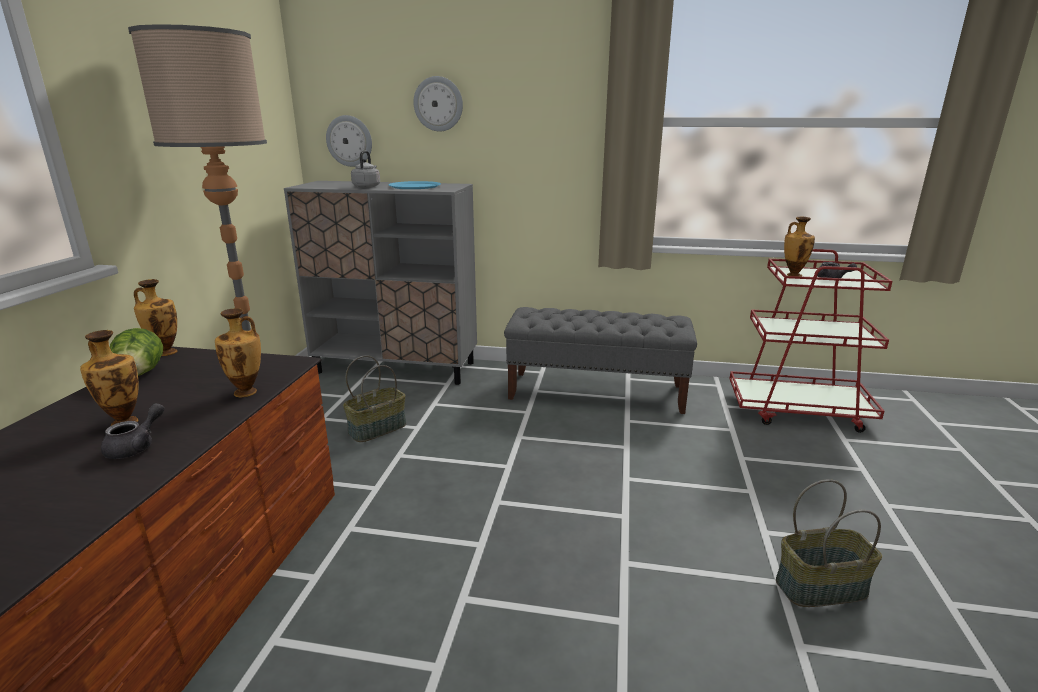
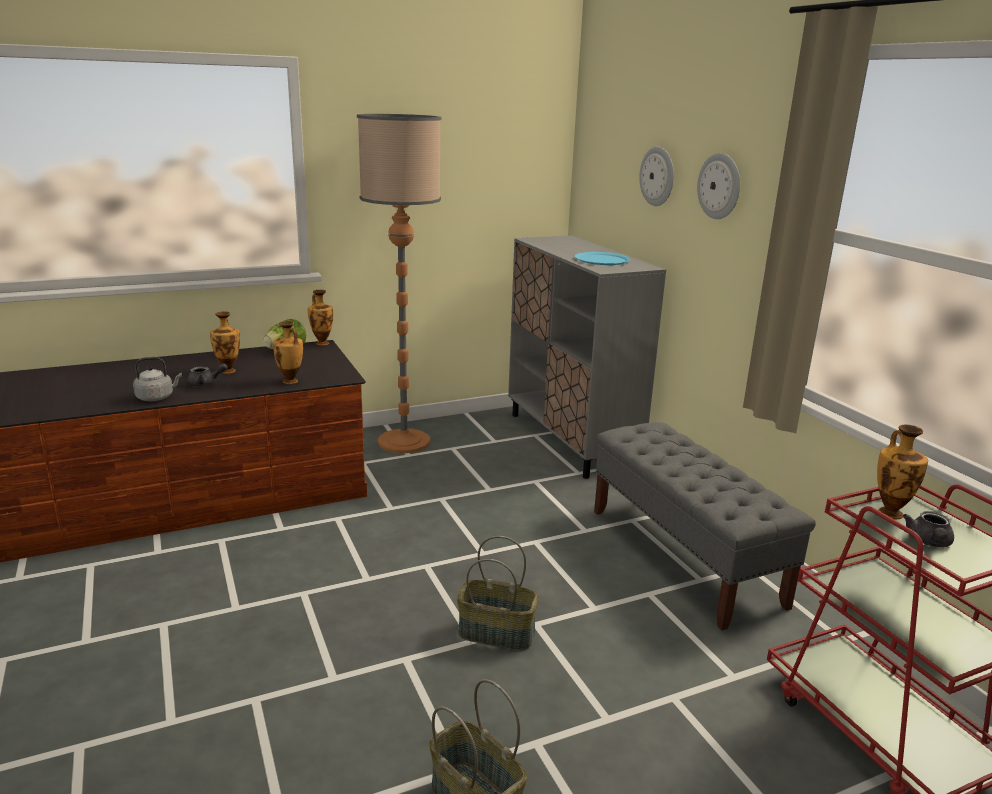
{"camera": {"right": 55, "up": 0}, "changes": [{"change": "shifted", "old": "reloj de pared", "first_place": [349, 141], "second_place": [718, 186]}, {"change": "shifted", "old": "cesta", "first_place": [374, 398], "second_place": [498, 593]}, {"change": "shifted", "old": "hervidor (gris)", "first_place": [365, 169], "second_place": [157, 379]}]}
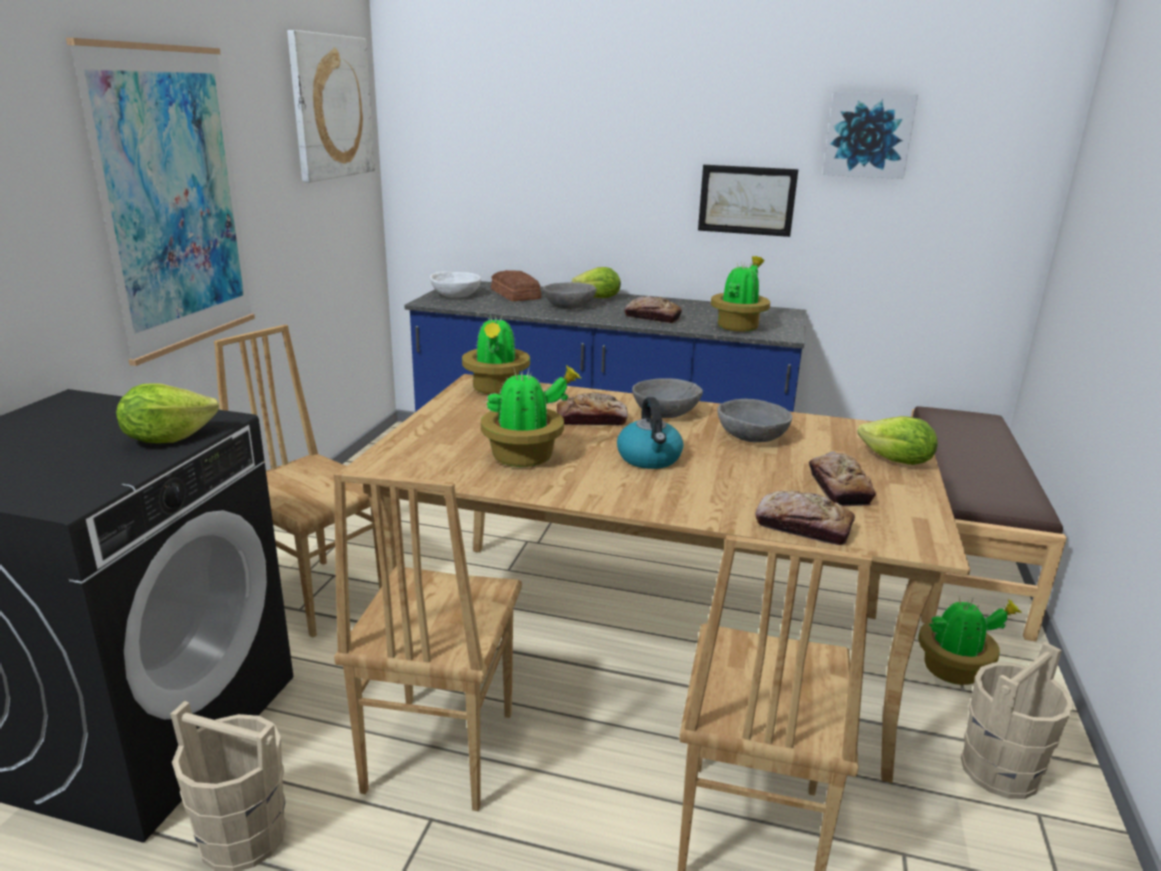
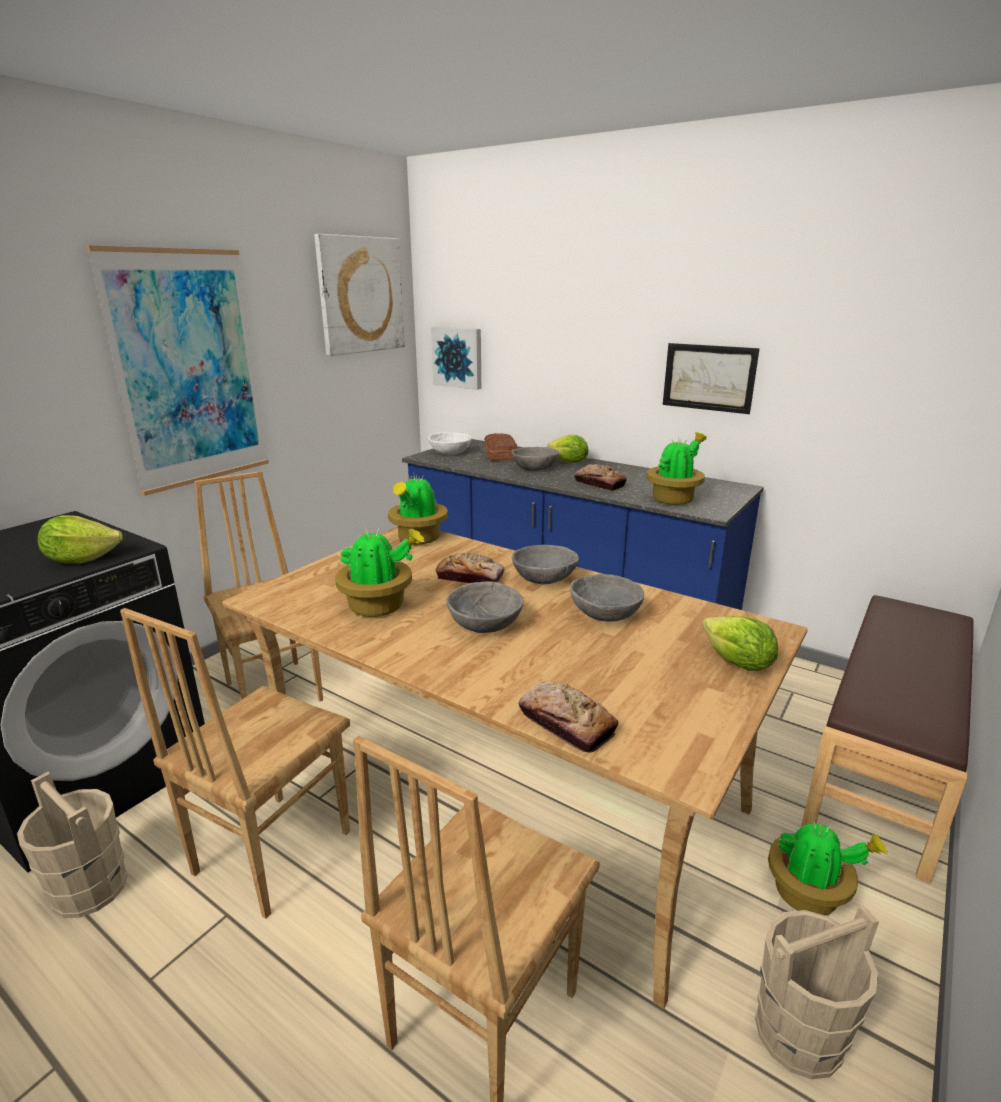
{"camera": {"right": 20, "up": 0}, "changes": [{"change": "gone", "old": "pan", "first_place": [842, 478]}, {"change": "shifted", "old": "cuadro", "first_place": [870, 135], "second_place": [456, 358]}, {"change": "swapped", "old": "hervidor", "new": "cuenco (gris)", "first_place": [650, 433], "second_place": [484, 607]}]}
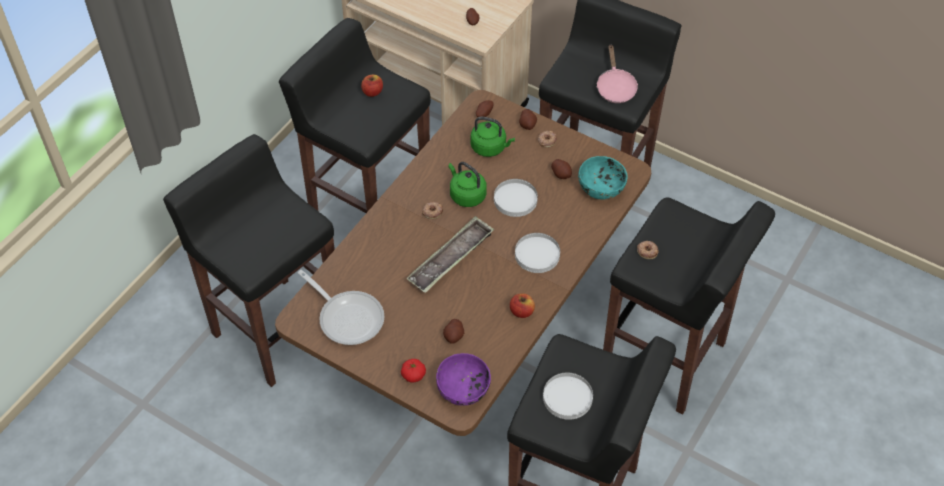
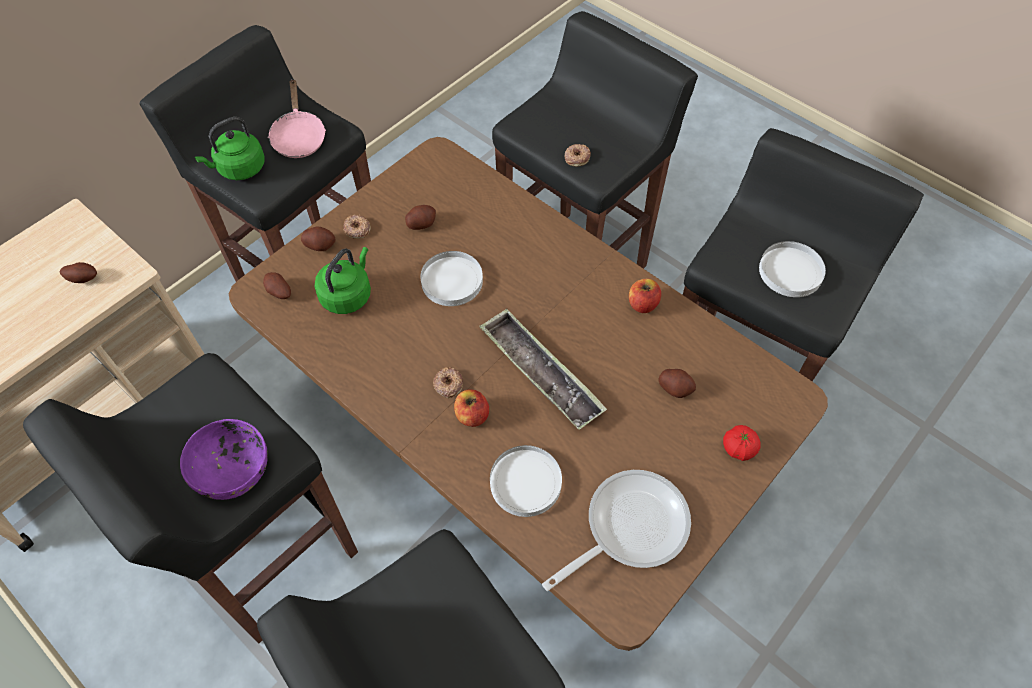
{"camera": {"right": -80, "up": 5}, "changes": [{"change": "gone", "old": "cuenco (turquesa)", "first_place": [603, 178]}, {"change": "shifted", "old": "manzana", "first_place": [372, 85], "second_place": [471, 408]}, {"change": "shifted", "old": "cuenco (morado)", "first_place": [463, 379], "second_place": [224, 459]}, {"change": "shifted", "old": "hervidor (verde)", "first_place": [467, 184], "second_place": [230, 148]}, {"change": "shifted", "old": "plato (blanco)", "first_place": [537, 253], "second_place": [526, 481]}, {"change": "rotated", "old": "sartén (rosa)", "first_place": [617, 73], "second_place": [297, 119], "degrees": 75}]}
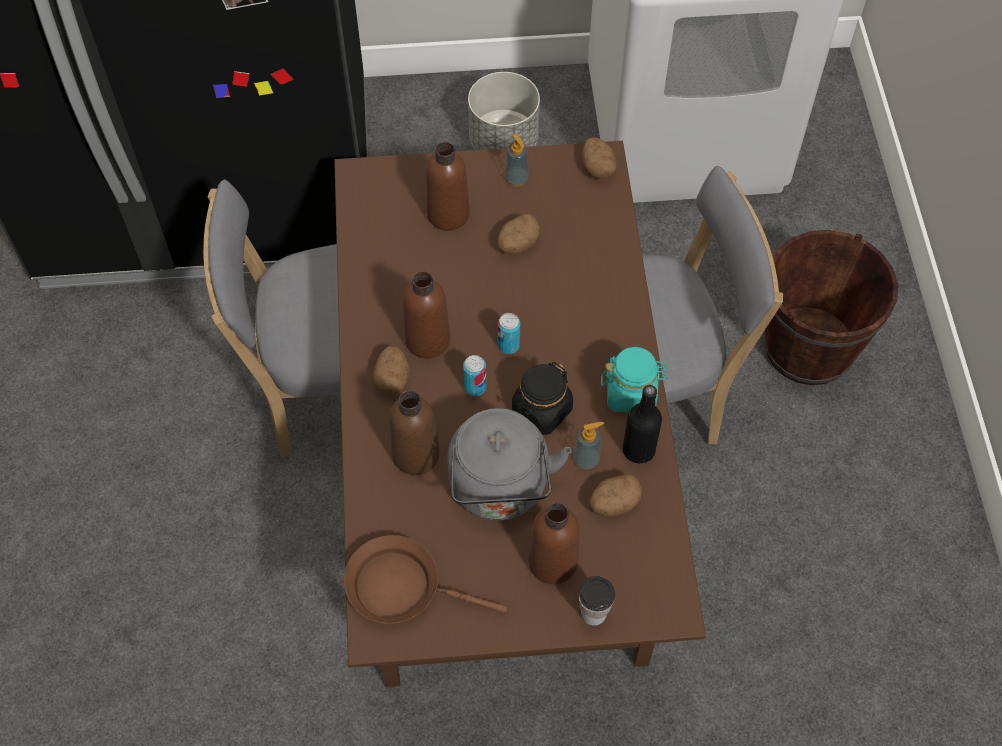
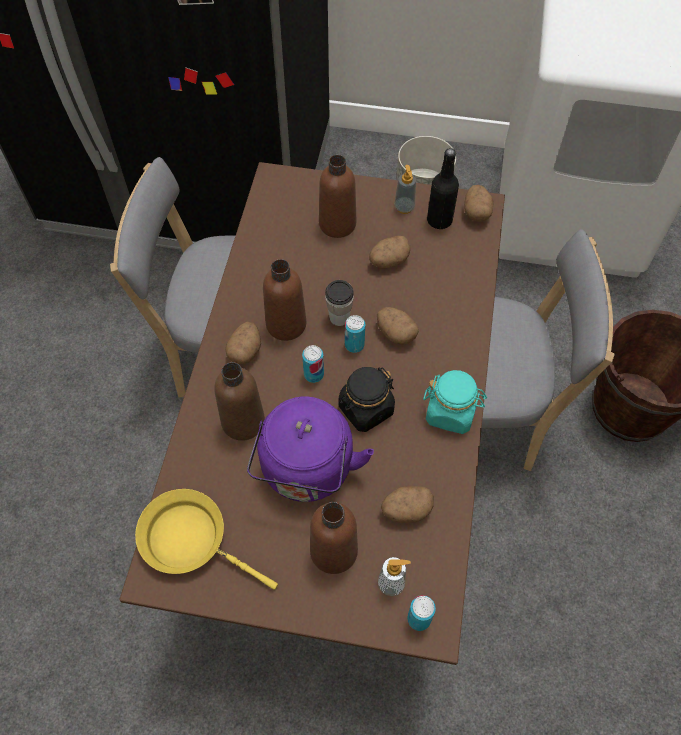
{"camera": {"right": 15, "up": 0}, "changes": [{"change": "new", "new": "patata", "second_place": [398, 326]}, {"change": "new", "new": "lata", "second_place": [421, 613]}, {"change": "shifted", "old": "dispensador de jabón", "first_place": [588, 446], "second_place": [394, 576]}, {"change": "shifted", "old": "taza", "first_place": [597, 601], "second_place": [339, 303]}, {"change": "shifted", "old": "botella (negro)", "first_place": [642, 424], "second_place": [443, 188]}, {"change": "repainted", "old": "sartén (marrón)", "new": "sartén (amarillo)", "first_place": [426, 579], "second_place": [206, 539]}, {"change": "repainted", "old": "hervidor (gris)", "new": "hervidor (morado)", "first_place": [509, 464], "second_place": [310, 449]}]}
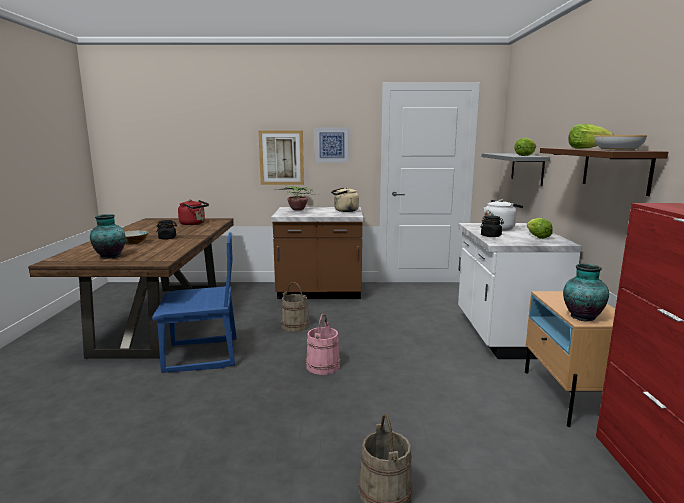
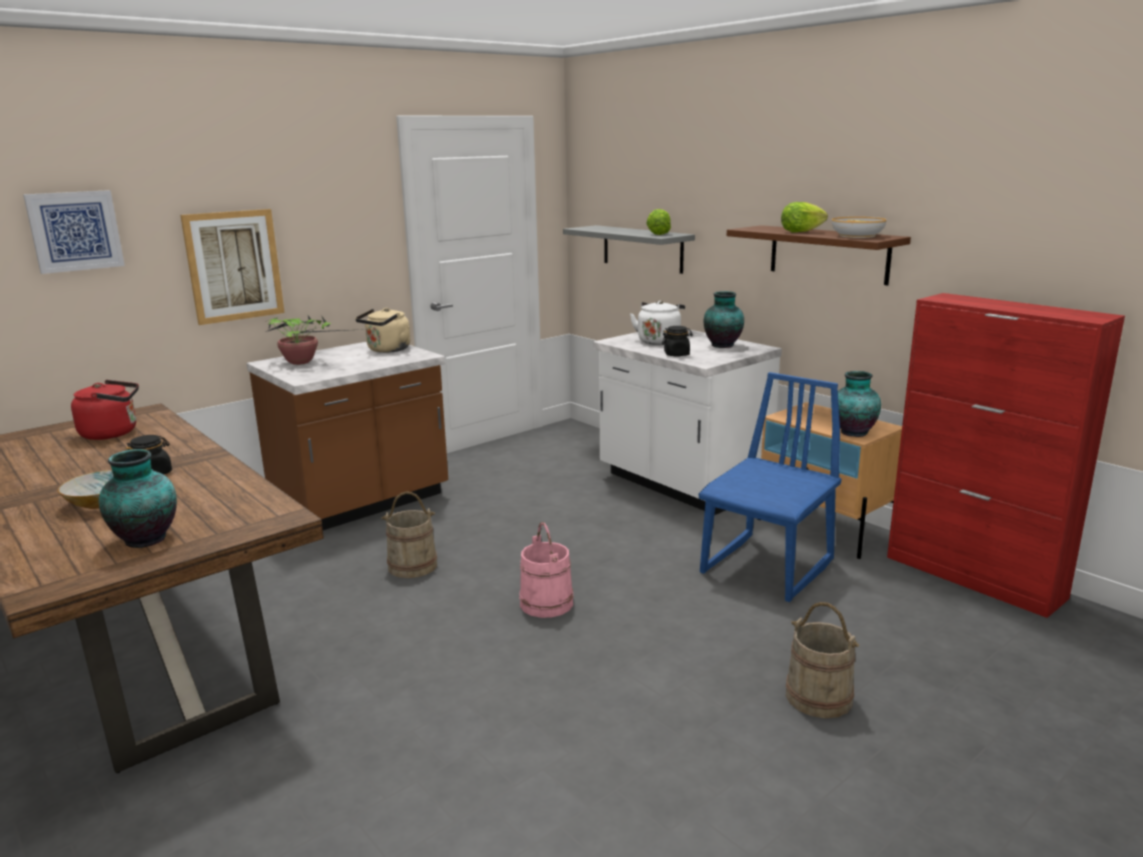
{"camera": {"right": -40, "up": 5}, "changes": [{"change": "shifted", "old": "silla (azul)", "first_place": [194, 302], "second_place": [770, 487]}, {"change": "shifted", "old": "cuadro", "first_place": [332, 144], "second_place": [74, 232]}, {"change": "swapped", "old": "lechuga", "new": "florero", "first_place": [540, 228], "second_place": [724, 319]}]}
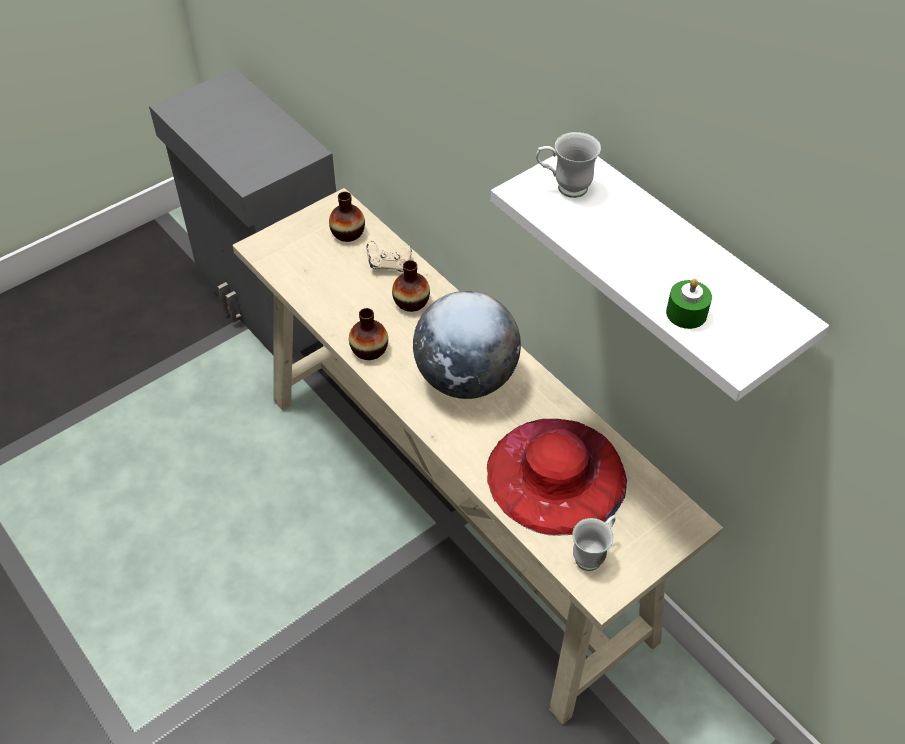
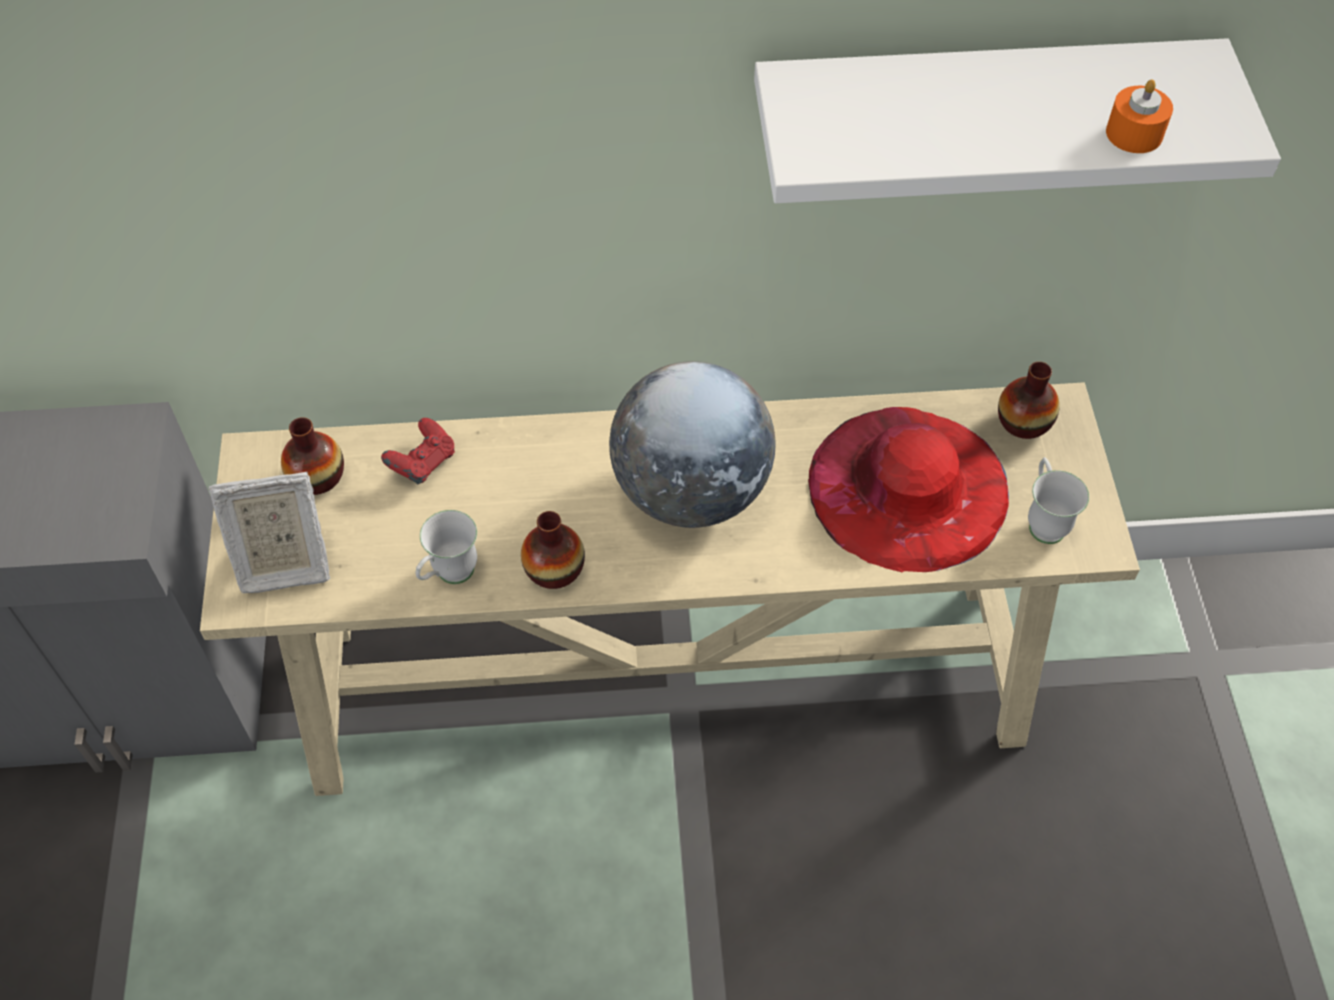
{"camera": {"right": -55, "up": 5}, "changes": [{"change": "new", "new": "portarretratos", "second_place": [269, 532]}, {"change": "shifted", "old": "florero", "first_place": [411, 286], "second_place": [1029, 400]}, {"change": "shifted", "old": "taza grande (blanco)", "first_place": [568, 165], "second_place": [446, 547]}, {"change": "repainted", "old": "mando de consola (beis)", "new": "mando de consola (rojo)", "first_place": [389, 256], "second_place": [418, 451]}, {"change": "repainted", "old": "vela (verde)", "new": "vela (naranja)", "first_place": [689, 304], "second_place": [1139, 116]}]}
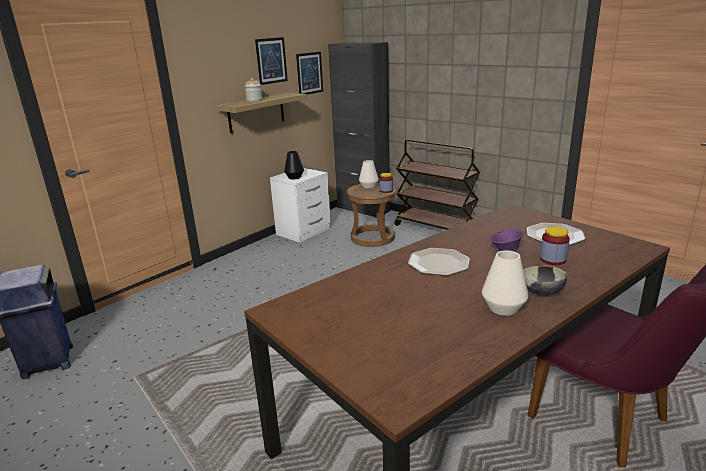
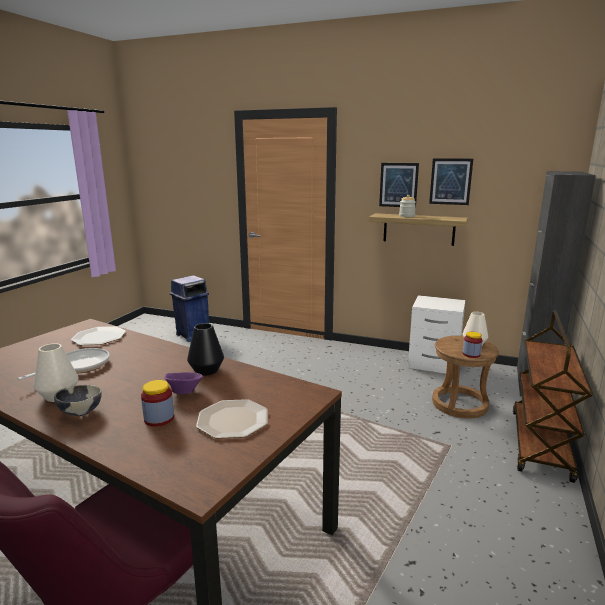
{"camera": {"right": 70, "up": -5}, "changes": [{"change": "new", "new": "sartén", "second_place": [63, 364]}, {"change": "shifted", "old": "florero (negro)", "first_place": [294, 165], "second_place": [205, 349]}, {"change": "shifted", "old": "cuadro", "first_place": [309, 73], "second_place": [399, 185]}, {"change": "shifted", "old": "plato", "first_place": [439, 262], "second_place": [98, 335]}]}
